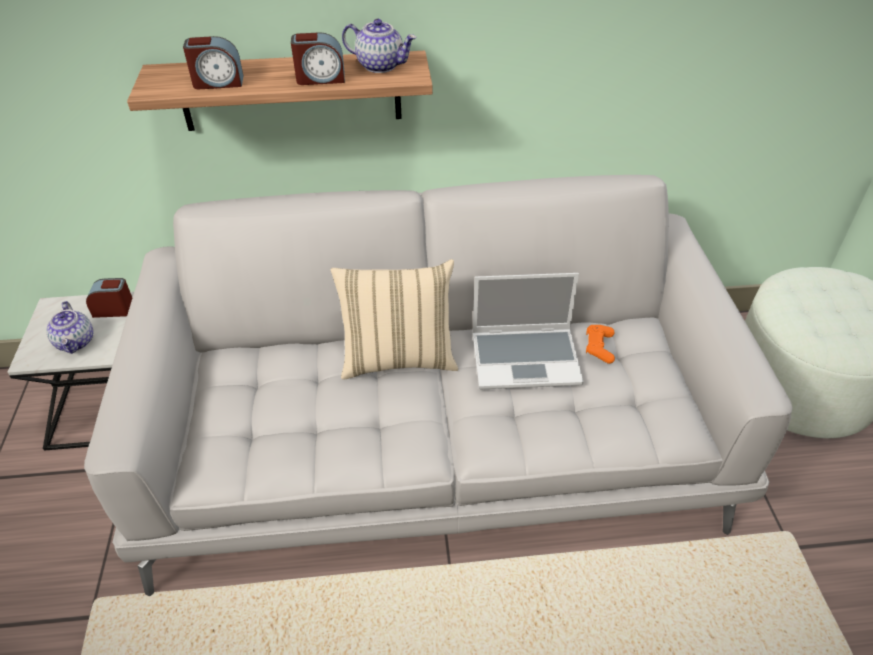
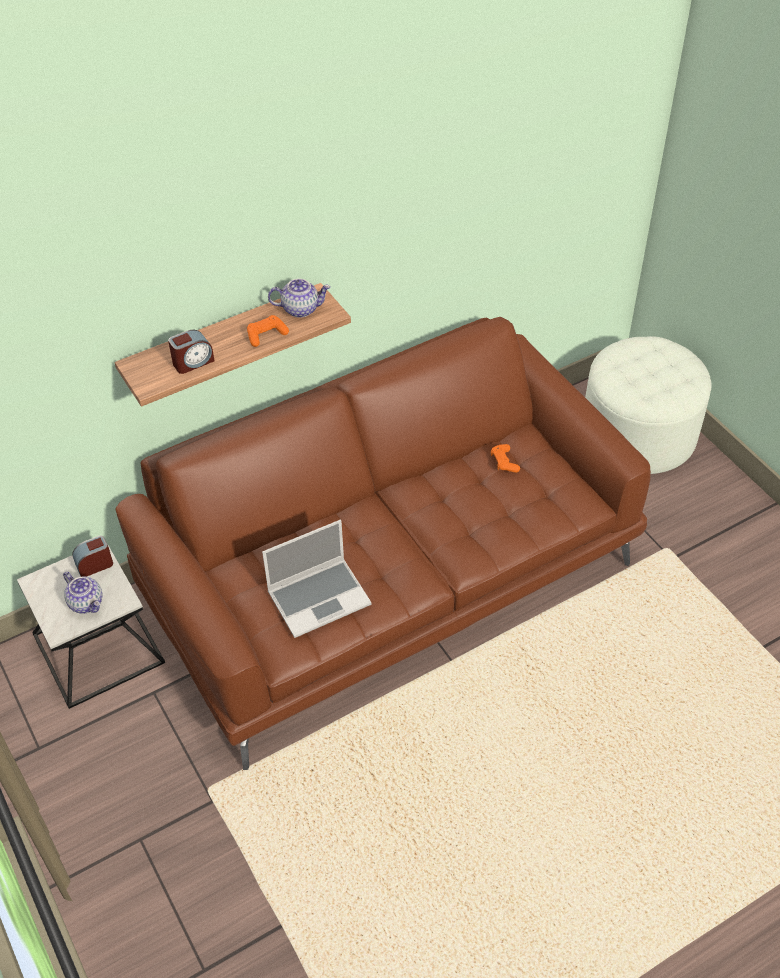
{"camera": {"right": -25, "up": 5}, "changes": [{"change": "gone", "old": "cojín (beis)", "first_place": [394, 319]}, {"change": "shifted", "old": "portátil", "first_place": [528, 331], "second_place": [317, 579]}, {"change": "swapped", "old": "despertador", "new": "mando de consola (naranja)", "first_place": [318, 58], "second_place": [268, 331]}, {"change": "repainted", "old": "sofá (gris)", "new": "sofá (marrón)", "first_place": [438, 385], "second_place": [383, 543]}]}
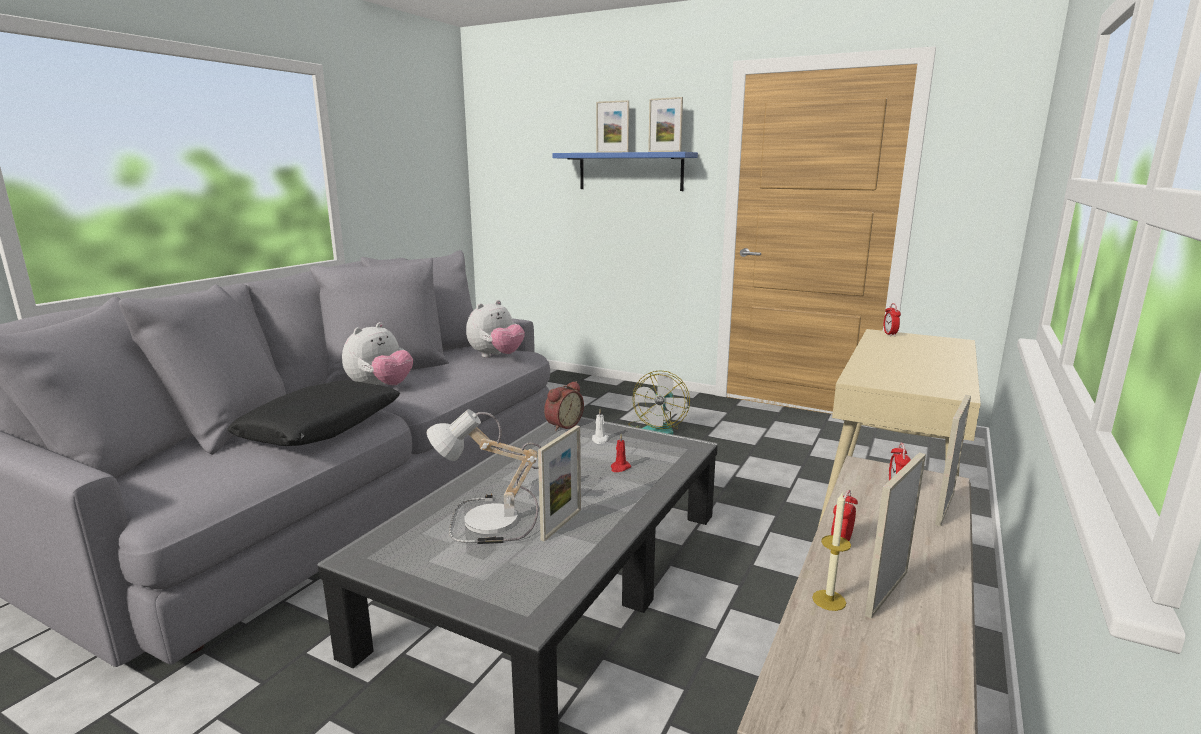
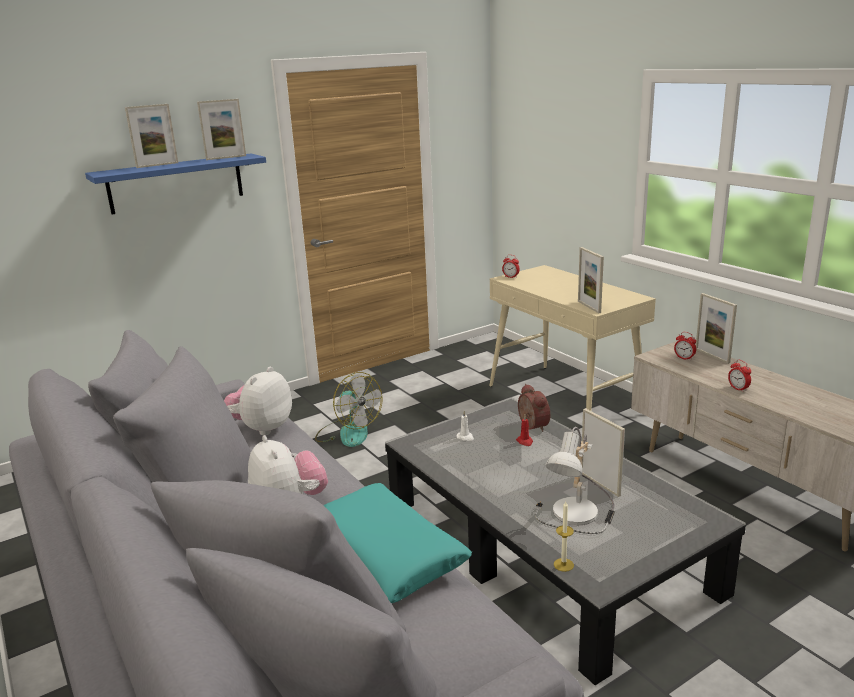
{"camera": {"right": -60, "up": 5}, "changes": [{"change": "shifted", "old": "despertador", "first_place": [564, 406], "second_place": [534, 408]}, {"change": "shifted", "old": "vela", "first_place": [831, 552], "second_place": [564, 536]}, {"change": "shifted", "old": "portarretratos", "first_place": [895, 535], "second_place": [591, 280]}, {"change": "repainted", "old": "cojín (negro)", "new": "cojín (turquesa)", "first_place": [313, 413], "second_place": [397, 543]}, {"change": "rotated", "old": "peluche", "first_place": [495, 328], "second_place": [258, 400], "degrees": -135}]}
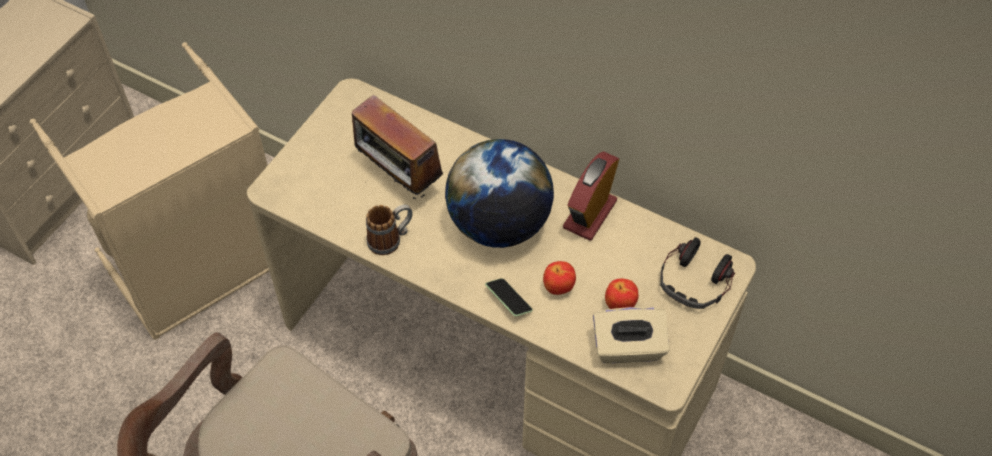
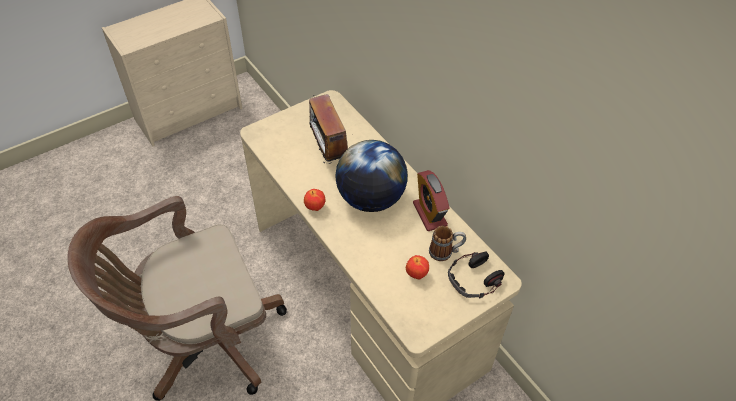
{"camera": {"right": 25, "up": -5}, "changes": [{"change": "gone", "old": "cesto de la ropa (beis)", "first_place": [149, 191]}, {"change": "gone", "old": "móvil", "first_place": [509, 297]}, {"change": "gone", "old": "caja de pañuelos (beis)", "first_place": [631, 335]}, {"change": "shifted", "old": "taza grande", "first_place": [389, 229], "second_place": [447, 243]}, {"change": "shifted", "old": "manzana", "first_place": [559, 278], "second_place": [314, 200]}, {"change": "rotated", "old": "despertador", "first_place": [591, 196], "second_place": [431, 200], "degrees": -75}]}
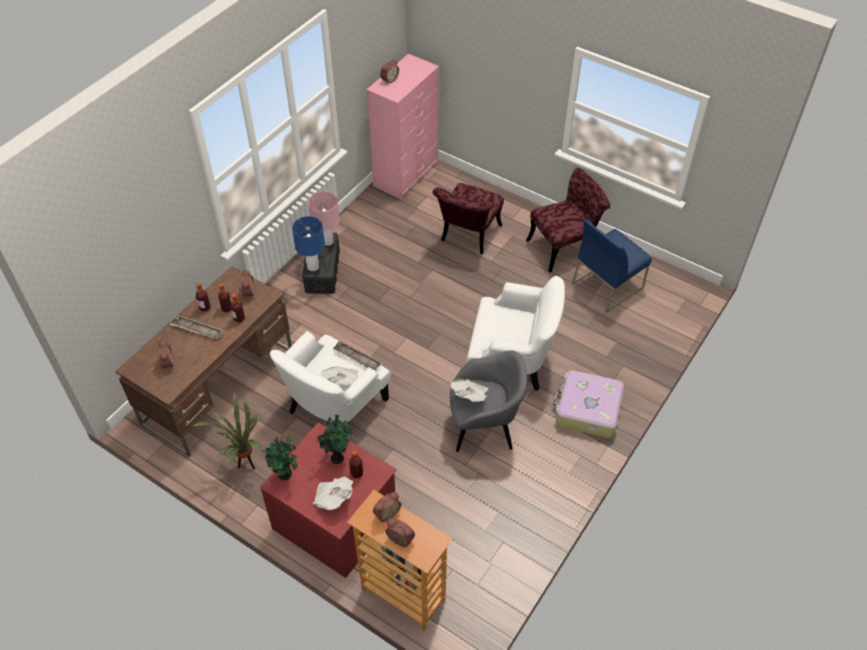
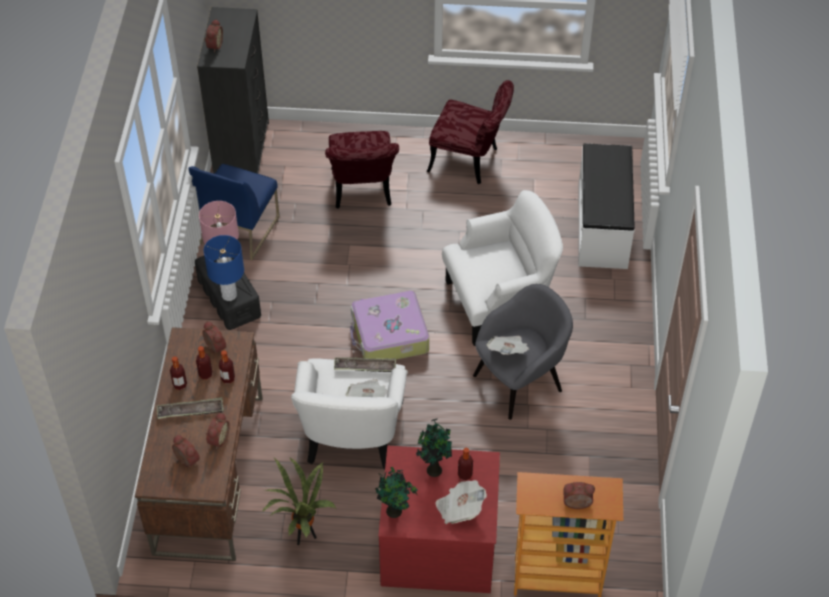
{"camera": {"right": -30, "up": 0}, "changes": [{"change": "new", "new": "banco (blanco)", "second_place": [606, 206]}, {"change": "shifted", "old": "despertador", "first_place": [387, 507], "second_place": [218, 430]}, {"change": "shifted", "old": "maleta", "first_place": [588, 404], "second_place": [389, 325]}, {"change": "shifted", "old": "silla (azul)", "first_place": [612, 266], "second_place": [234, 212]}, {"change": "repainted", "old": "cómoda (rosa)", "new": "cómoda (negro)", "first_place": [402, 126], "second_place": [233, 90]}, {"change": "rotated", "old": "silla (rojo)", "first_place": [568, 220], "second_place": [470, 132], "degrees": 75}]}
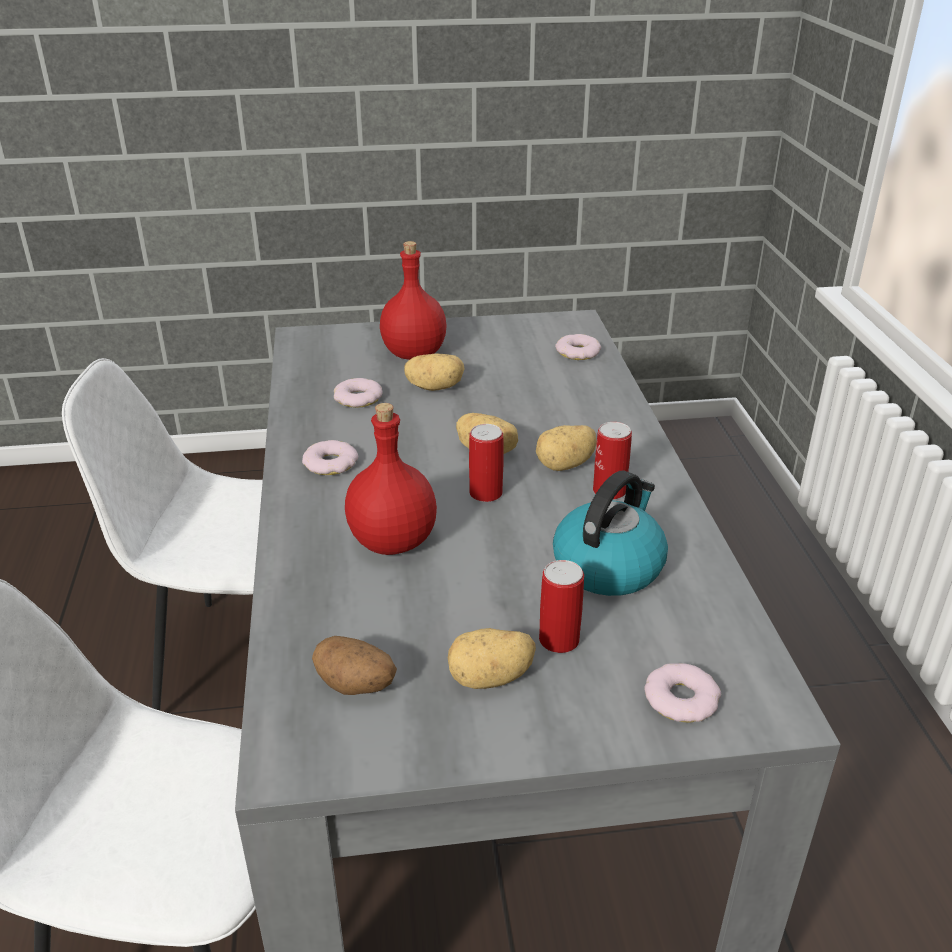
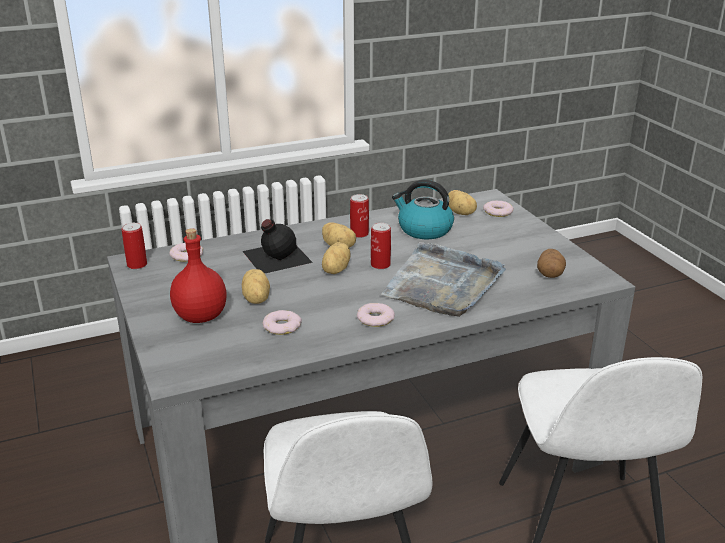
{"camera": {"right": -105, "up": -5}, "changes": [{"change": "new", "new": "botella (negro)", "second_place": [277, 246]}, {"change": "shifted", "old": "patata", "first_place": [492, 658], "second_place": [462, 202]}, {"change": "shifted", "old": "lata", "first_place": [561, 606], "second_place": [134, 246]}, {"change": "swapped", "old": "botella (rojo)", "new": "bandeja (gris)", "first_place": [391, 479], "second_place": [443, 279]}]}
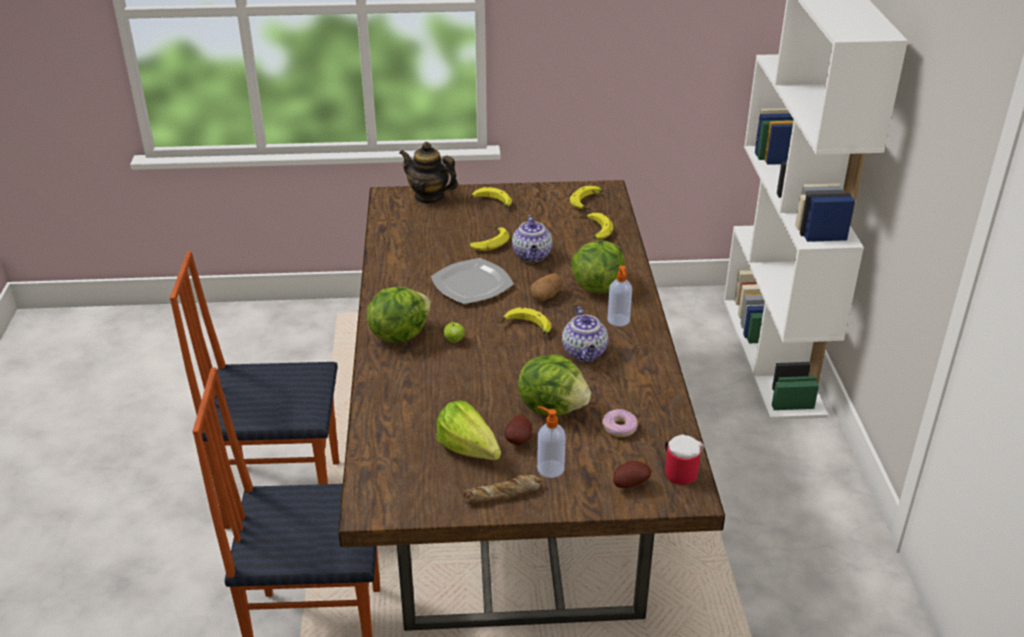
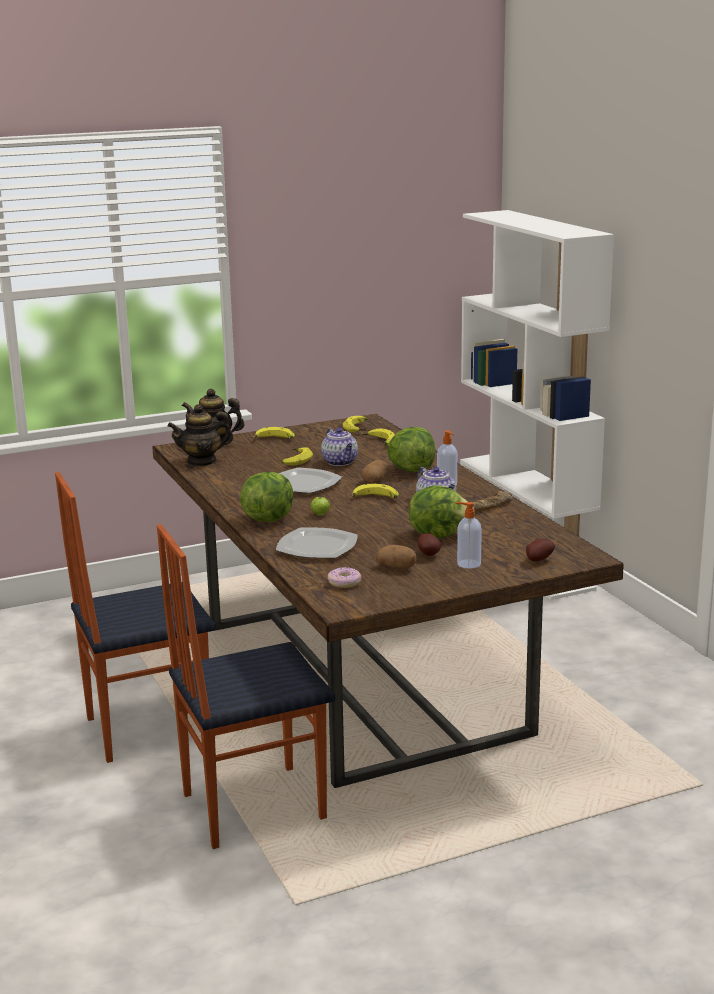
{"camera": {"right": -20, "up": -15}, "changes": [{"change": "gone", "old": "taza grande", "first_place": [684, 460]}, {"change": "new", "new": "tetera", "second_place": [200, 435]}, {"change": "new", "new": "plato", "second_place": [317, 543]}, {"change": "shifted", "old": "pan", "first_place": [502, 489], "second_place": [493, 501]}, {"change": "shifted", "old": "rosquilla", "first_place": [620, 423], "second_place": [344, 577]}, {"change": "swapped", "old": "lechuga", "new": "patata", "first_place": [468, 430], "second_place": [396, 557]}]}
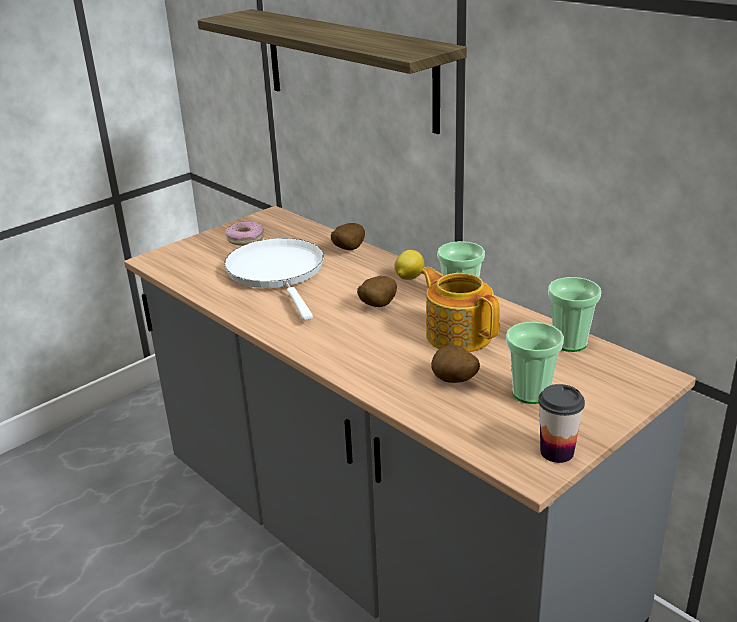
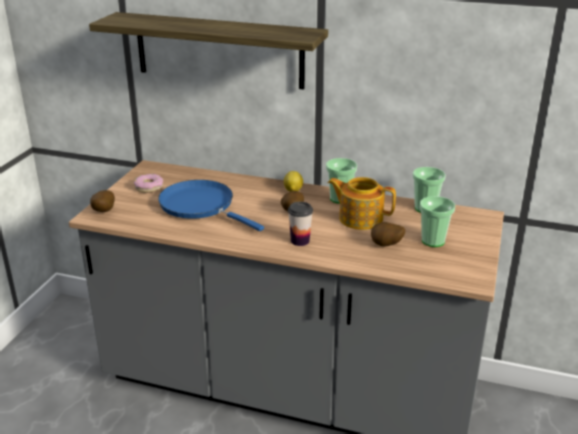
{"camera": {"right": -30, "up": 0}, "changes": [{"change": "shifted", "old": "patata", "first_place": [348, 236], "second_place": [102, 201]}, {"change": "shifted", "old": "taza", "first_place": [561, 423], "second_place": [300, 224]}, {"change": "repainted", "old": "sartén (blanco)", "new": "sartén (azul)", "first_place": [274, 279], "second_place": [211, 205]}]}
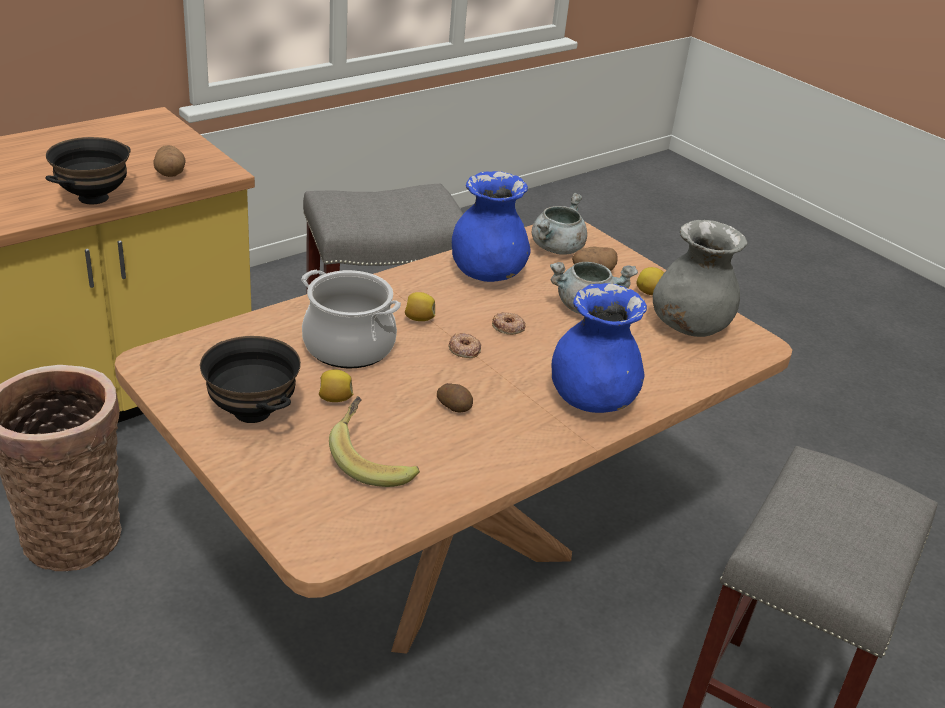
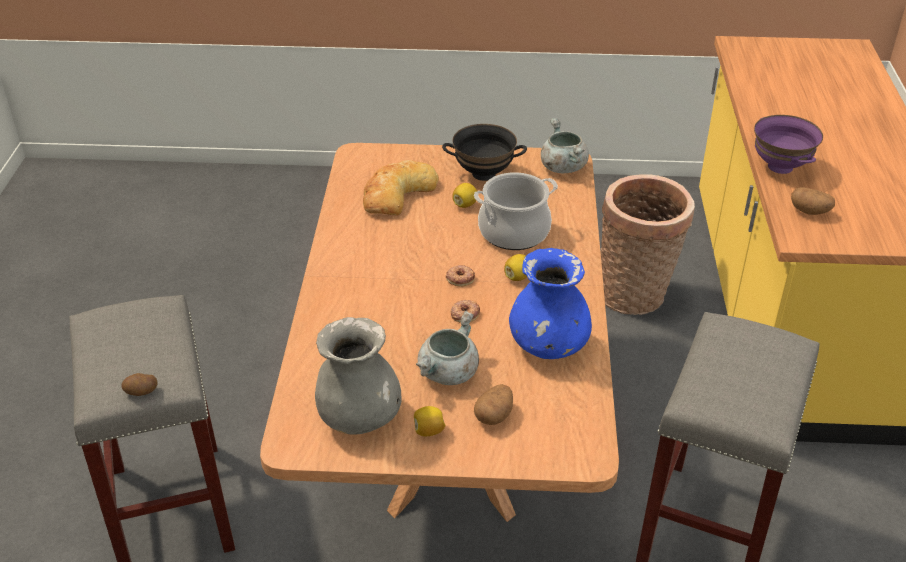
{"camera": {"right": 135, "up": 5}, "changes": [{"change": "gone", "old": "florero (azul)", "first_place": [599, 348]}, {"change": "shifted", "old": "patata", "first_place": [455, 397], "second_place": [139, 384]}, {"change": "shifted", "old": "olla (gris)", "first_place": [559, 224], "second_place": [565, 145]}, {"change": "swapped", "old": "plátano", "new": "pan", "first_place": [374, 441], "second_place": [401, 188]}, {"change": "repainted", "old": "cuenco (negro)", "new": "cuenco (morado)", "first_place": [87, 170], "second_place": [788, 144]}]}
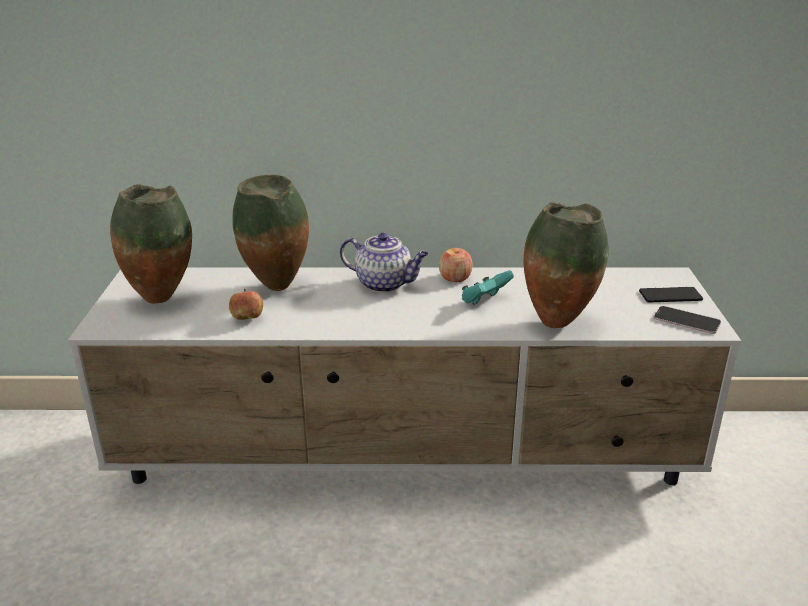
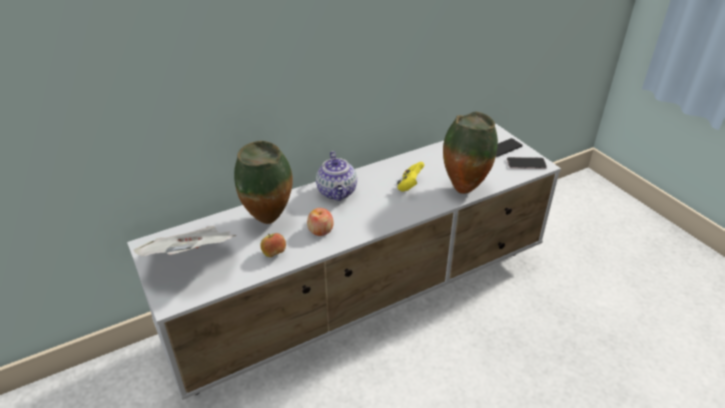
{"camera": {"right": -30, "up": 10}, "changes": [{"change": "shifted", "old": "manzana", "first_place": [455, 265], "second_place": [320, 222]}, {"change": "swapped", "old": "florero", "new": "periódico", "first_place": [151, 244], "second_place": [185, 241]}, {"change": "repainted", "old": "mando de consola (turquesa)", "new": "mando de consola (amarillo)", "first_place": [488, 287], "second_place": [411, 177]}, {"change": "rotated", "old": "tetera", "first_place": [384, 263], "second_place": [336, 176], "degrees": 90}]}
